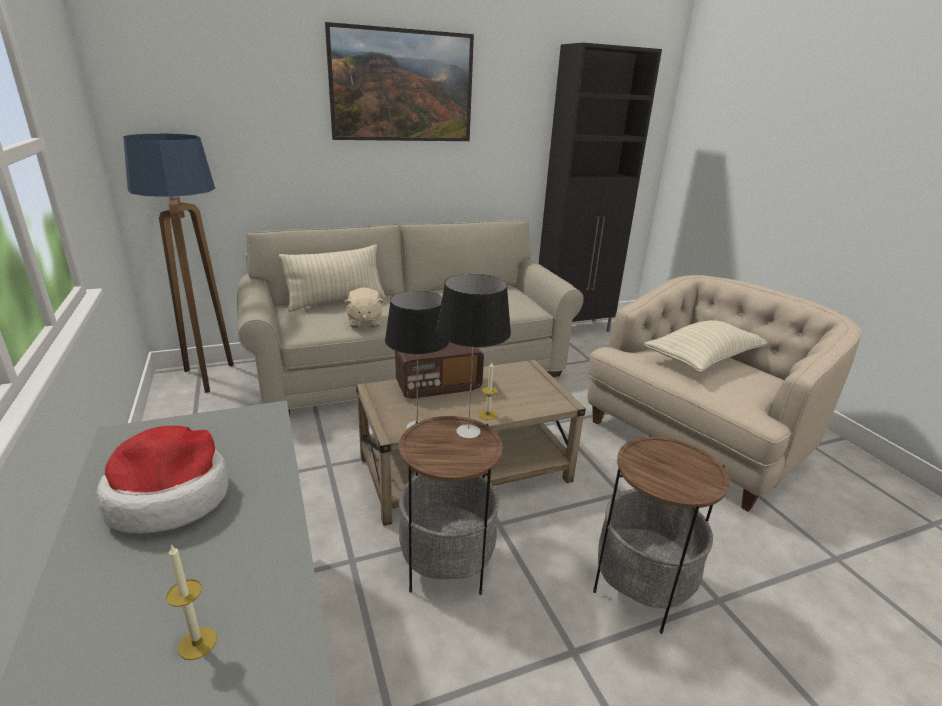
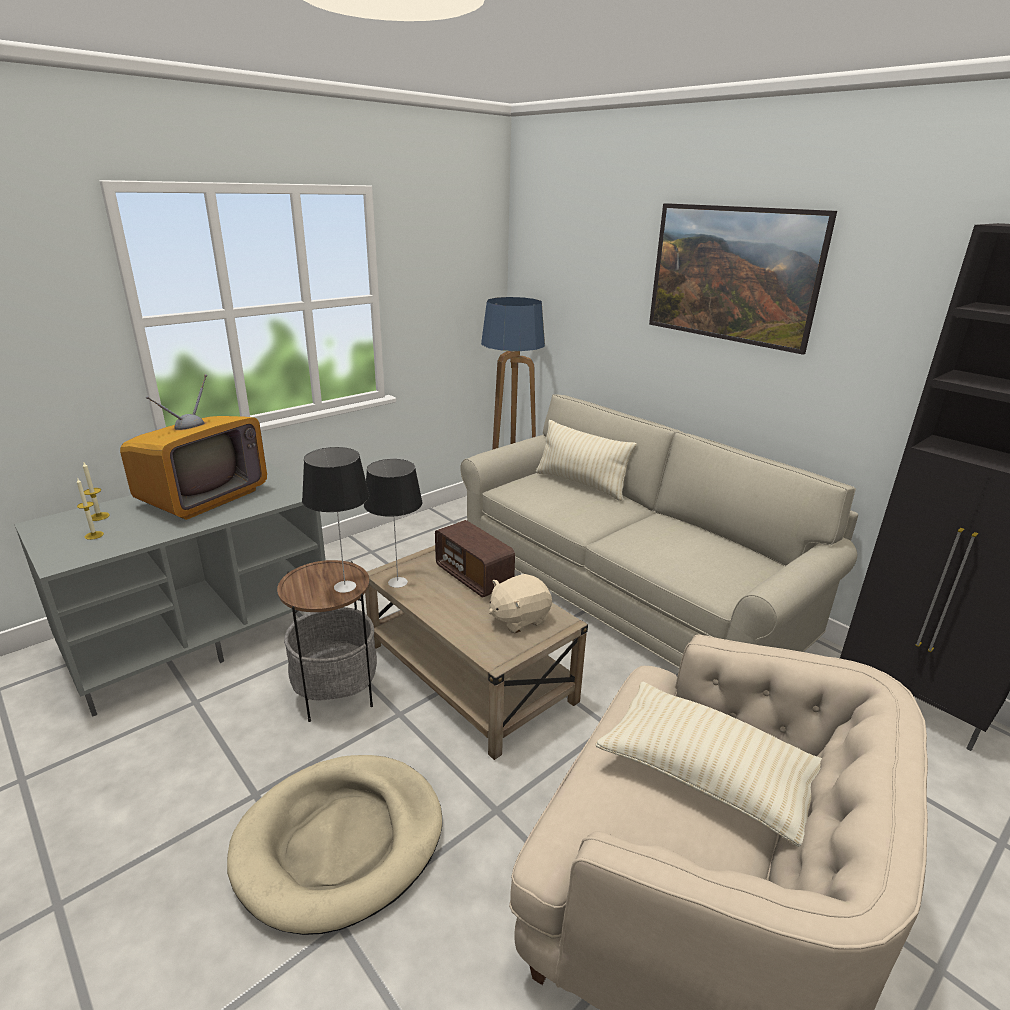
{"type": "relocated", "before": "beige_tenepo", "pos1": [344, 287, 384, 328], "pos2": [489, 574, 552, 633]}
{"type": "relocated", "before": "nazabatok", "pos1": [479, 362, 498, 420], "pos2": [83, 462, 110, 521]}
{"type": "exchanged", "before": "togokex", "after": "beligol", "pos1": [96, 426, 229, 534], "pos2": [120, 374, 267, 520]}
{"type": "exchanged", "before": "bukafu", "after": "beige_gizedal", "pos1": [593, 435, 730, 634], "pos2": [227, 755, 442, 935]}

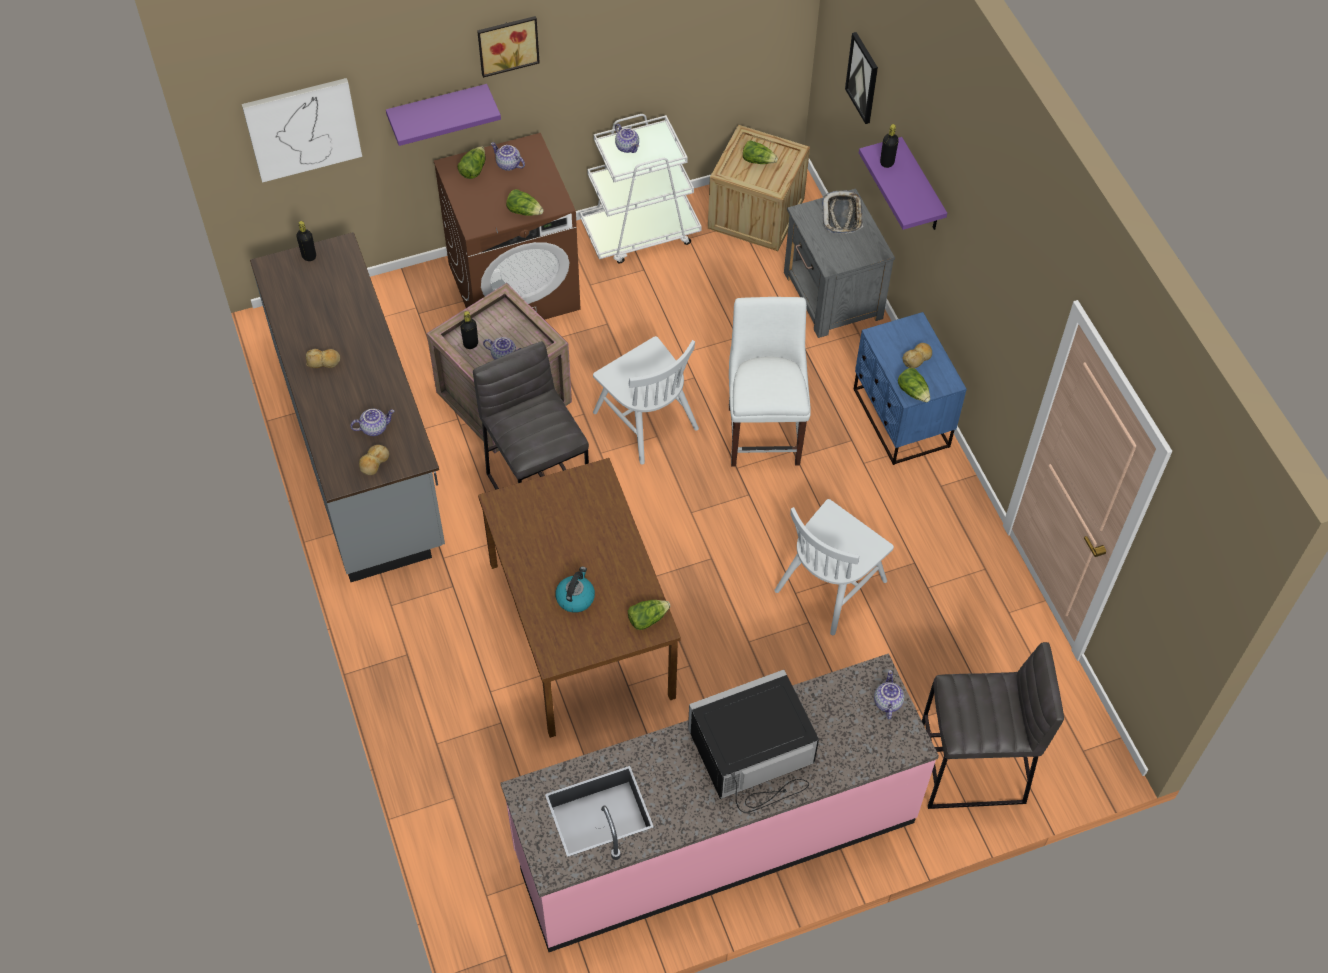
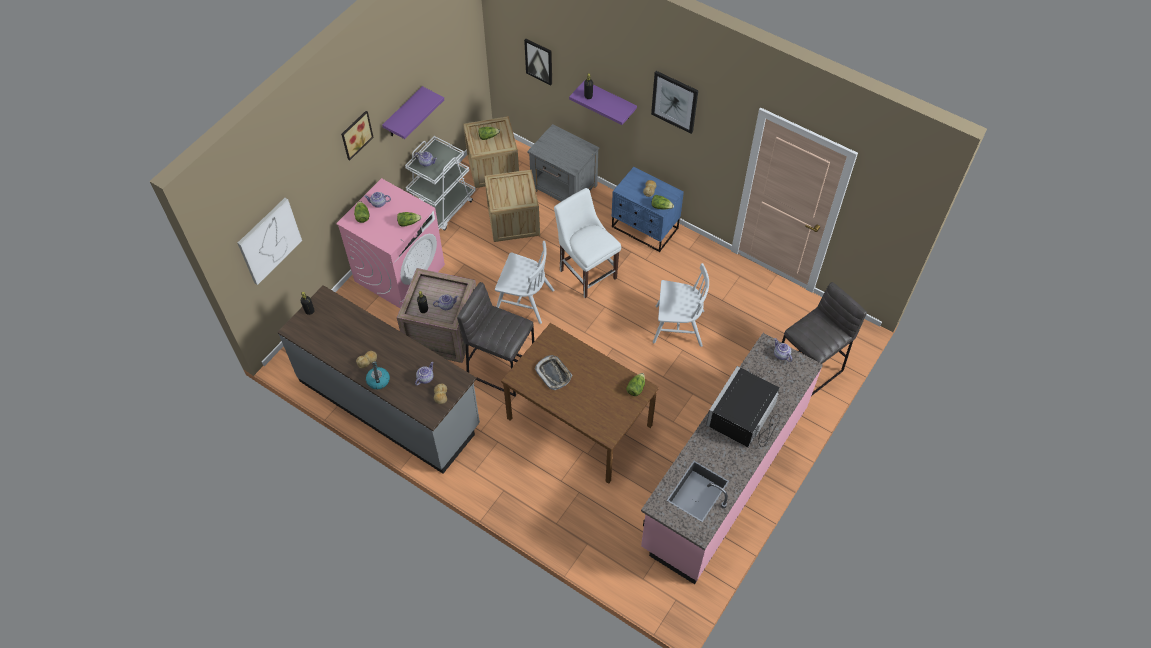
{"type": "appeared", "after": "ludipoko", "pos2": [484, 170, 540, 242]}
{"type": "appeared", "after": "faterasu", "pos2": [651, 71, 698, 134]}
{"type": "relocated", "before": "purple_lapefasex", "pos1": [386, 84, 501, 146], "pos2": [382, 86, 444, 139]}
{"type": "relocated", "before": "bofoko", "pos1": [555, 566, 595, 613], "pos2": [366, 361, 390, 389]}
{"type": "relocated", "before": "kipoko", "pos1": [822, 190, 863, 234], "pos2": [534, 355, 572, 390]}
{"type": "colour", "before": "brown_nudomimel", "after": "pink_nudomimel", "pos1": [434, 133, 581, 320], "pos2": [336, 178, 445, 308]}
{"type": "spun", "before": "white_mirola", "pos1": [774, 499, 894, 635], "pos2": [653, 263, 709, 347], "turn": -90}

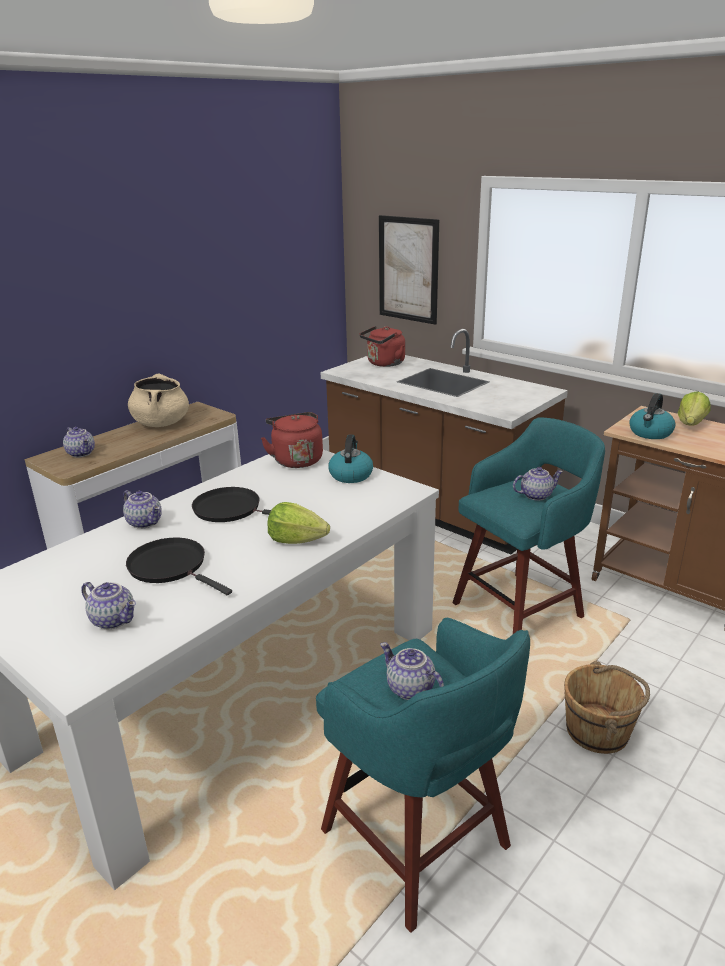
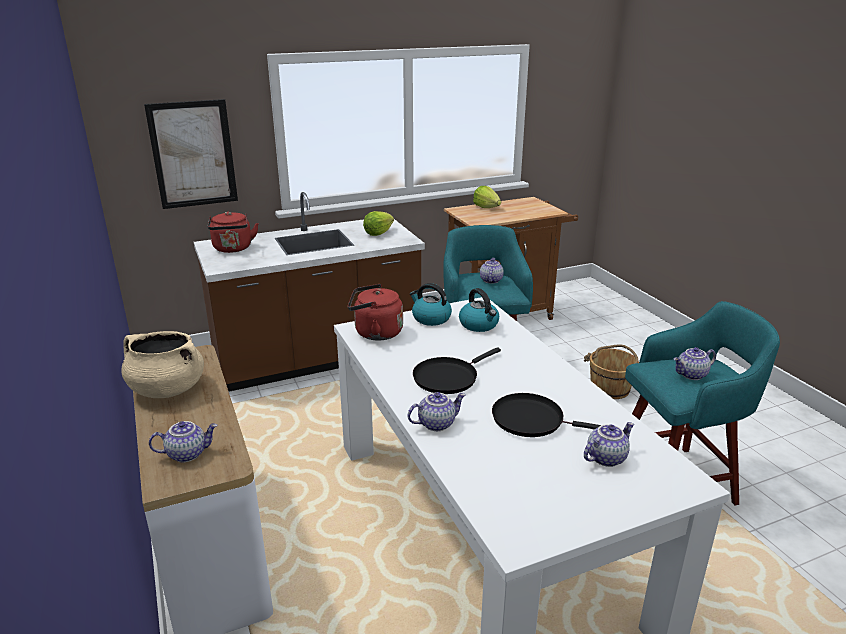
{"type": "relocated", "before": "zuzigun", "pos1": [267, 502, 330, 544], "pos2": [363, 211, 394, 236]}
{"type": "relocated", "before": "bofoko", "pos1": [629, 393, 676, 439], "pos2": [459, 288, 499, 332]}
{"type": "spun", "before": "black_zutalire", "pos1": [126, 538, 232, 595], "pos2": [492, 393, 601, 437], "turn": 45}

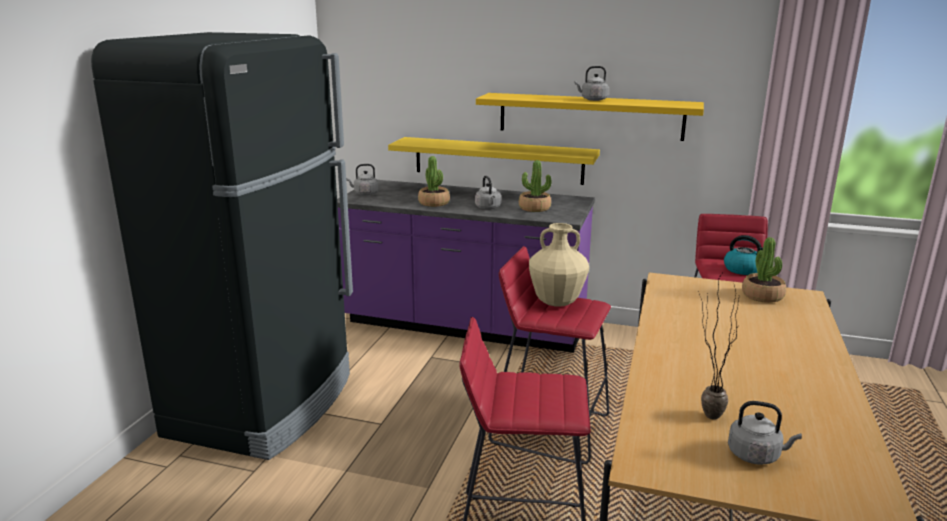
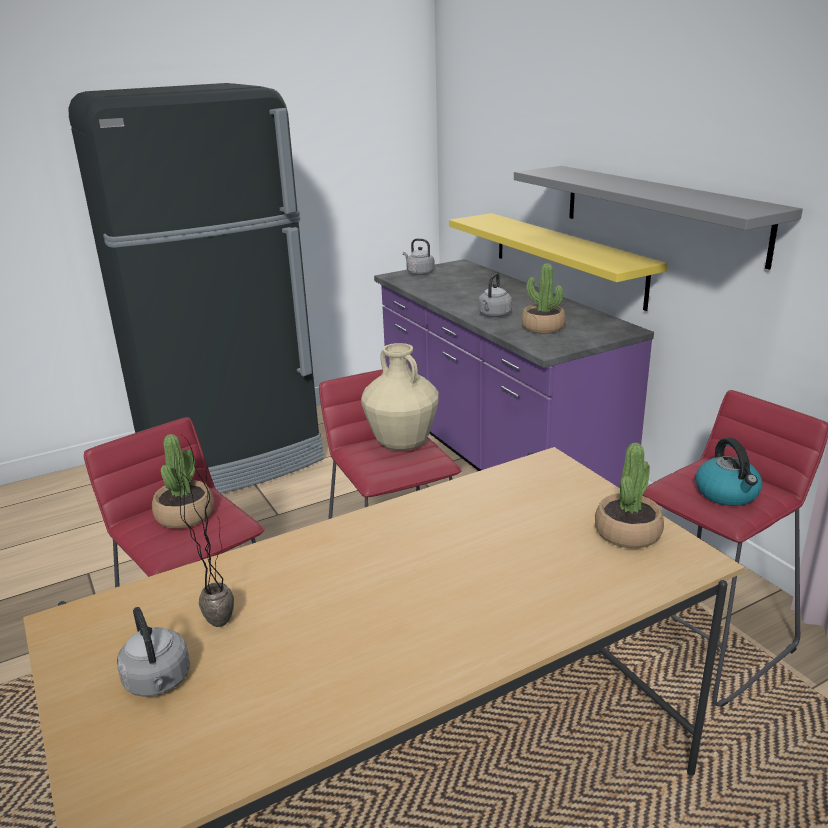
{"type": "missing", "before": "grey_bofoko", "pos1": [574, 66, 609, 101]}
{"type": "relocated", "before": "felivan", "pos1": [418, 156, 450, 207], "pos2": [152, 434, 214, 529]}
{"type": "colour", "before": "yellow_lapefasex", "after": "grey_lapefasex", "pos1": [476, 93, 704, 141], "pos2": [514, 166, 803, 270]}

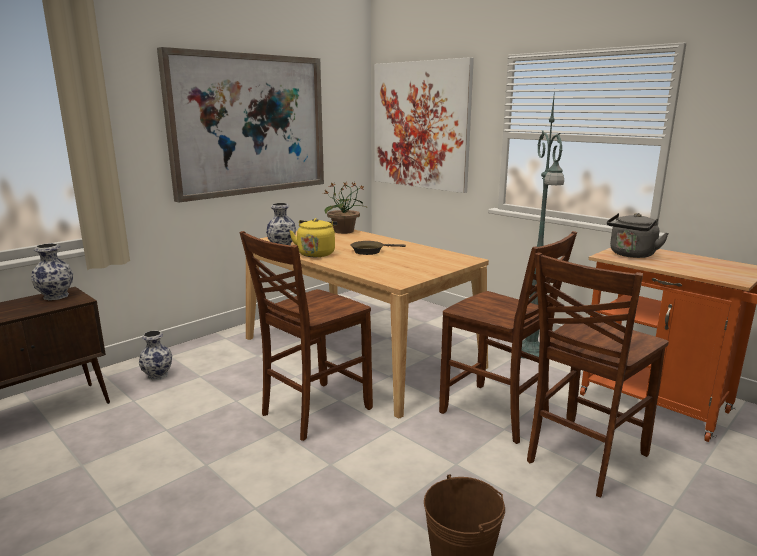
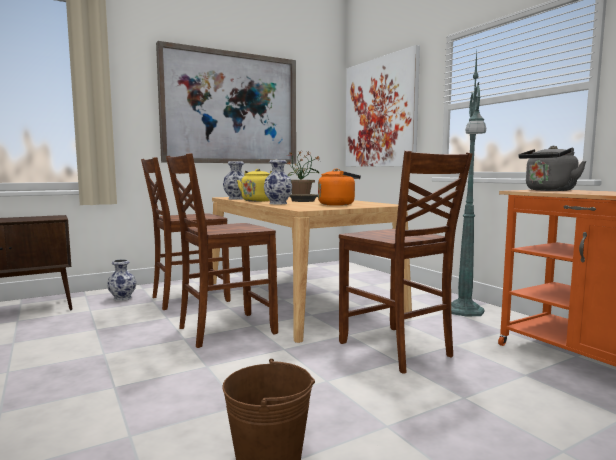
{"type": "appeared", "after": "orange_bofoko", "pos2": [318, 168, 361, 206]}
{"type": "relocated", "before": "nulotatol", "pos1": [31, 243, 73, 300], "pos2": [264, 160, 292, 204]}
{"type": "relocated", "before": "brown_mirola", "pos1": [527, 252, 669, 497], "pos2": [141, 157, 231, 310]}

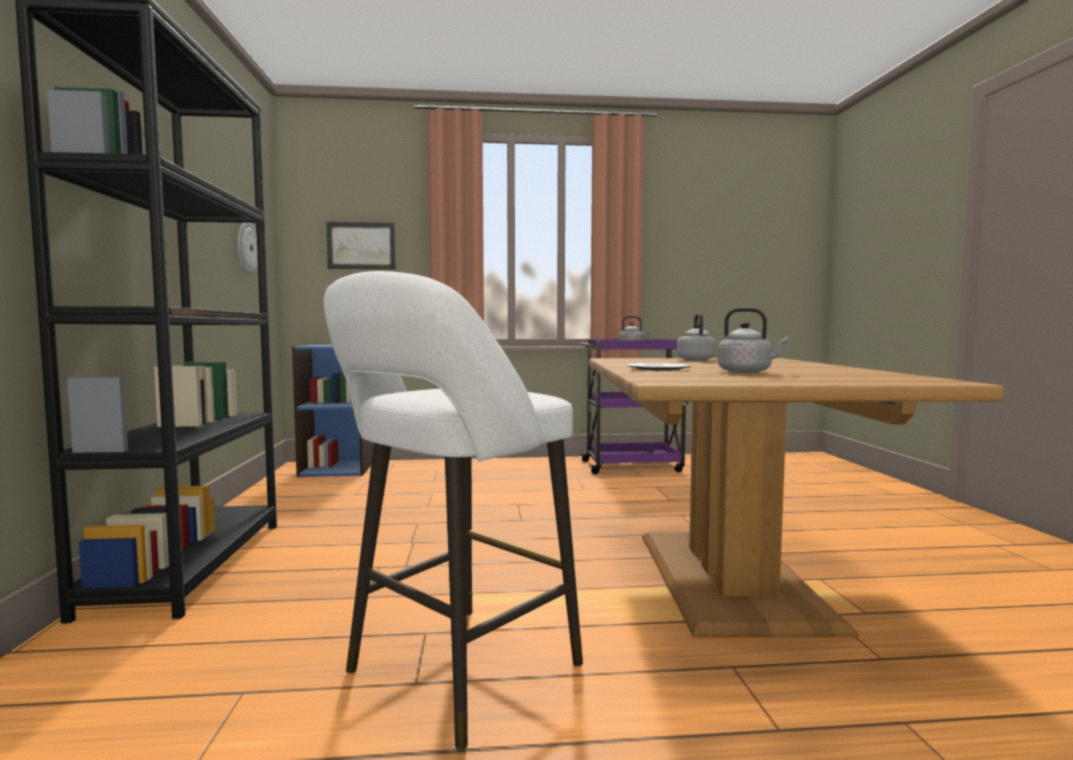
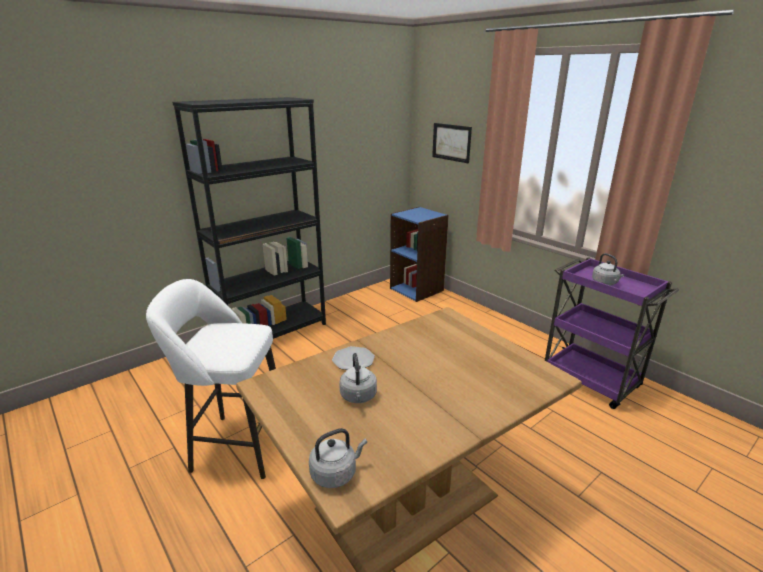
{"type": "missing", "before": "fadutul", "pos1": [238, 223, 258, 275]}
{"type": "relocated", "before": "grey_bofoko", "pos1": [677, 313, 716, 361], "pos2": [309, 428, 367, 488]}

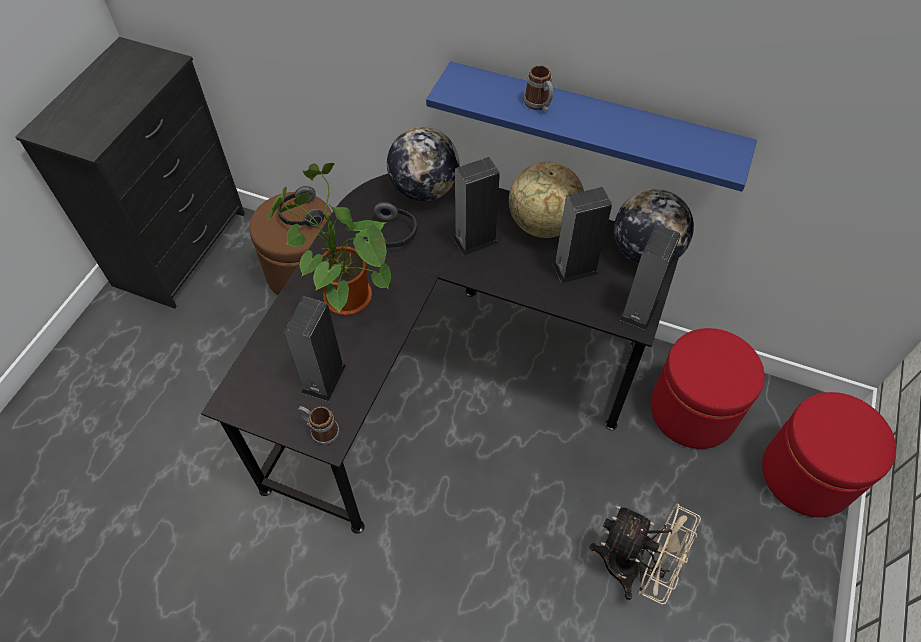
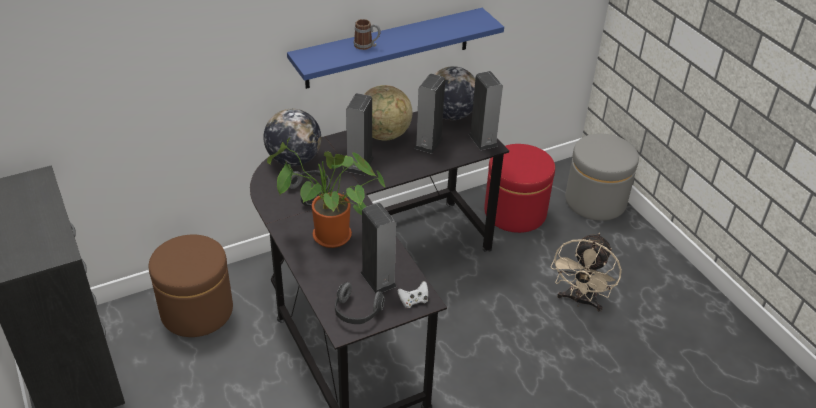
{"type": "relocated", "before": "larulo", "pos1": [277, 186, 324, 227], "pos2": [335, 282, 385, 324]}
{"type": "exchanged", "before": "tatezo", "after": "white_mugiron", "pos1": [297, 406, 340, 446], "pos2": [398, 281, 428, 308]}
{"type": "colour", "before": "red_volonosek", "after": "grey_volonosek", "pos1": [762, 392, 896, 517], "pos2": [565, 133, 639, 221]}
{"type": "spun", "before": "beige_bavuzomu", "pos1": [589, 503, 701, 605], "pos2": [551, 233, 622, 312], "turn": 135}

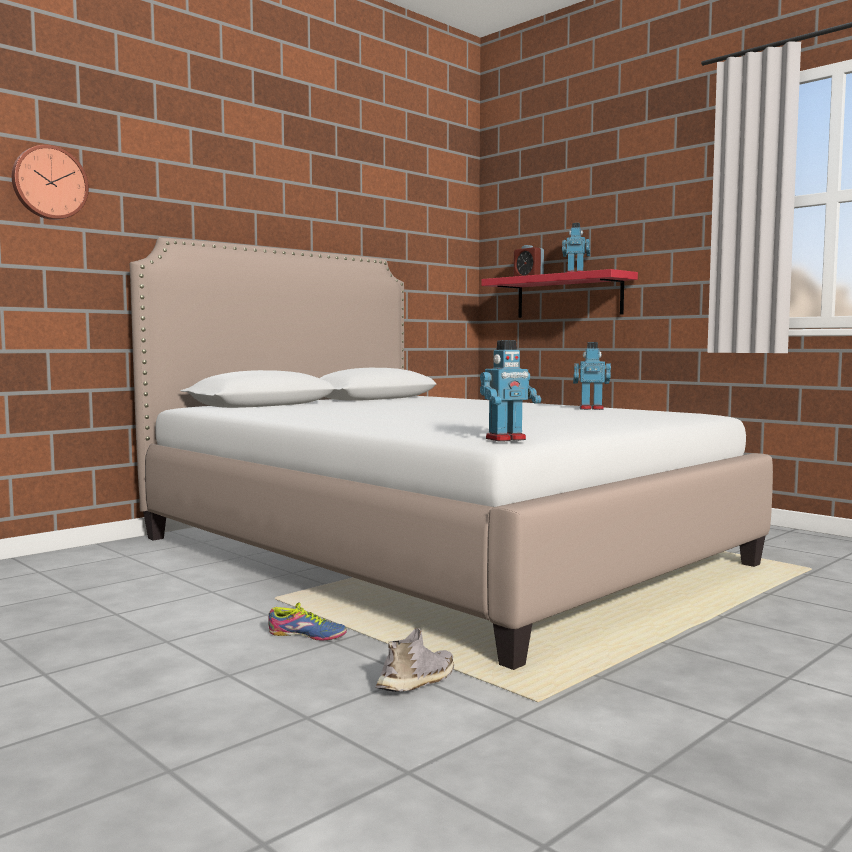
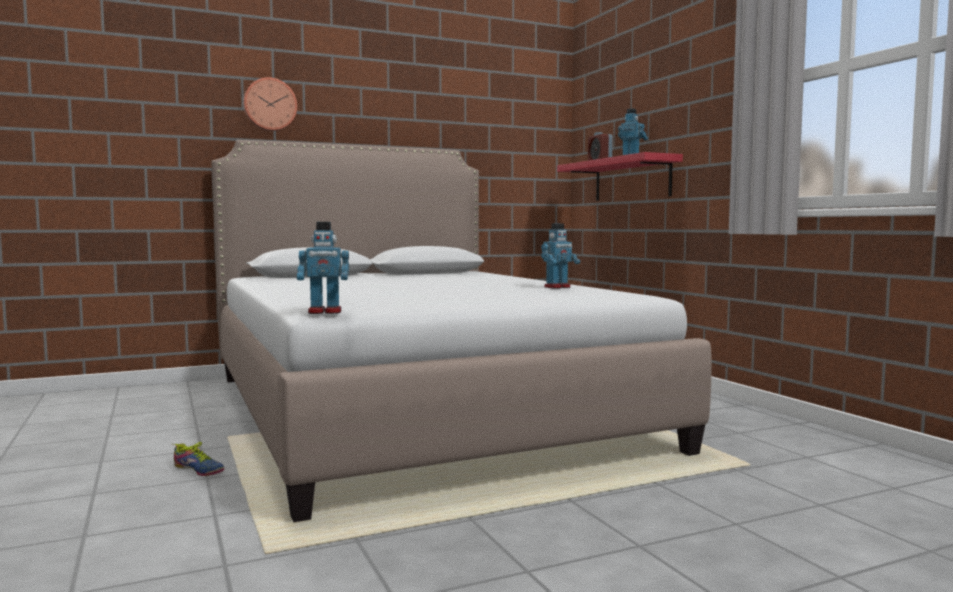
{"type": "missing", "before": "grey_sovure", "pos1": [375, 628, 454, 692]}
{"type": "relocated", "before": "fadutul", "pos1": [12, 145, 89, 220], "pos2": [243, 77, 297, 131]}
{"type": "spun", "before": "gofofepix", "pos1": [573, 342, 611, 410], "pos2": [541, 223, 580, 289], "turn": 120}

